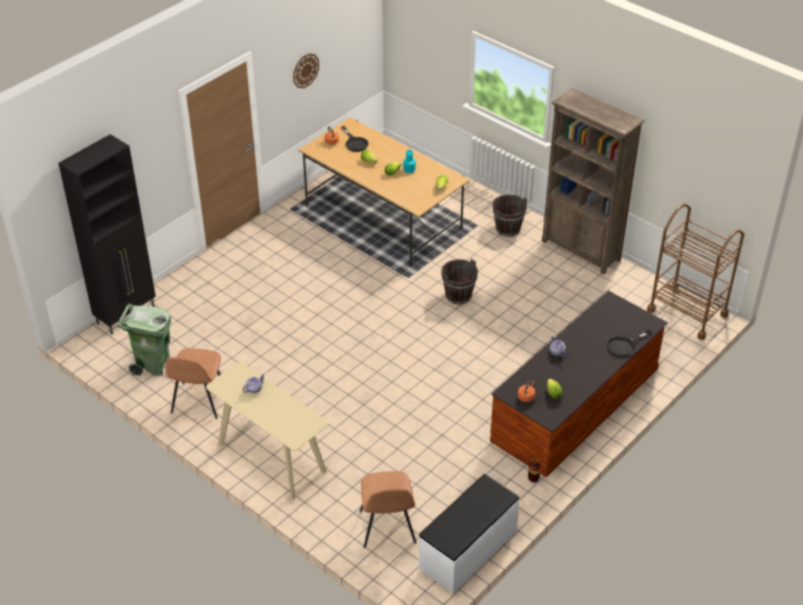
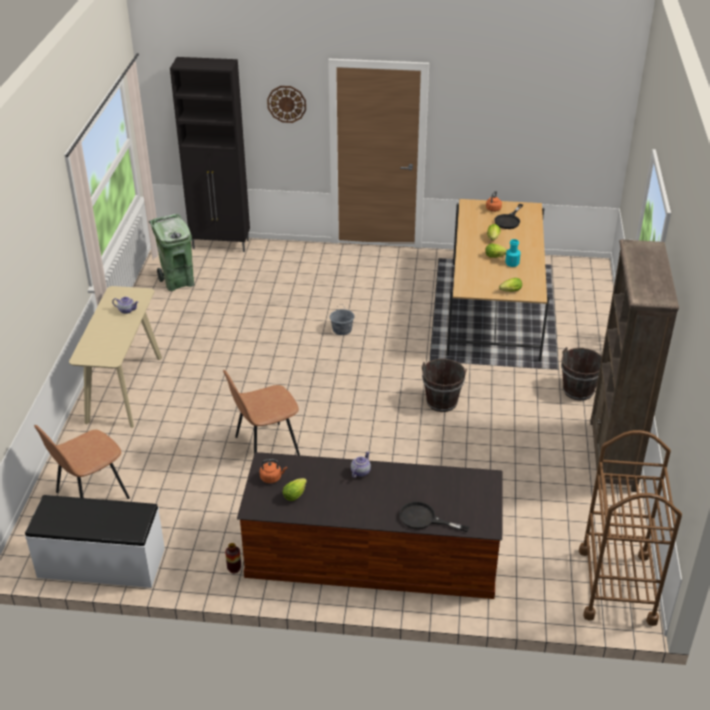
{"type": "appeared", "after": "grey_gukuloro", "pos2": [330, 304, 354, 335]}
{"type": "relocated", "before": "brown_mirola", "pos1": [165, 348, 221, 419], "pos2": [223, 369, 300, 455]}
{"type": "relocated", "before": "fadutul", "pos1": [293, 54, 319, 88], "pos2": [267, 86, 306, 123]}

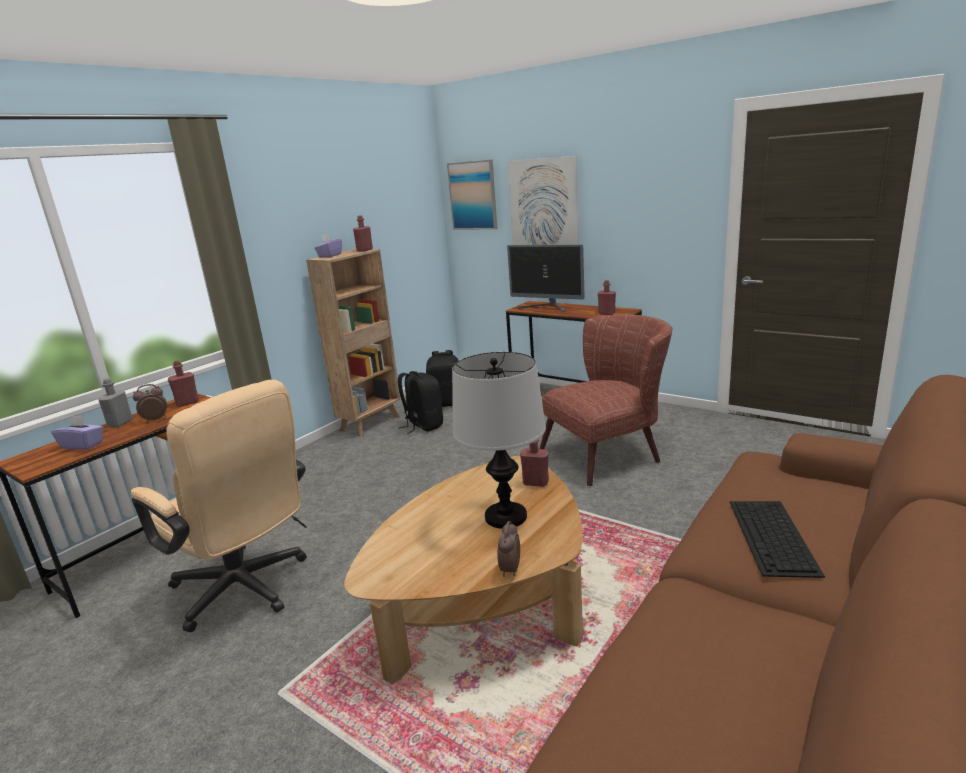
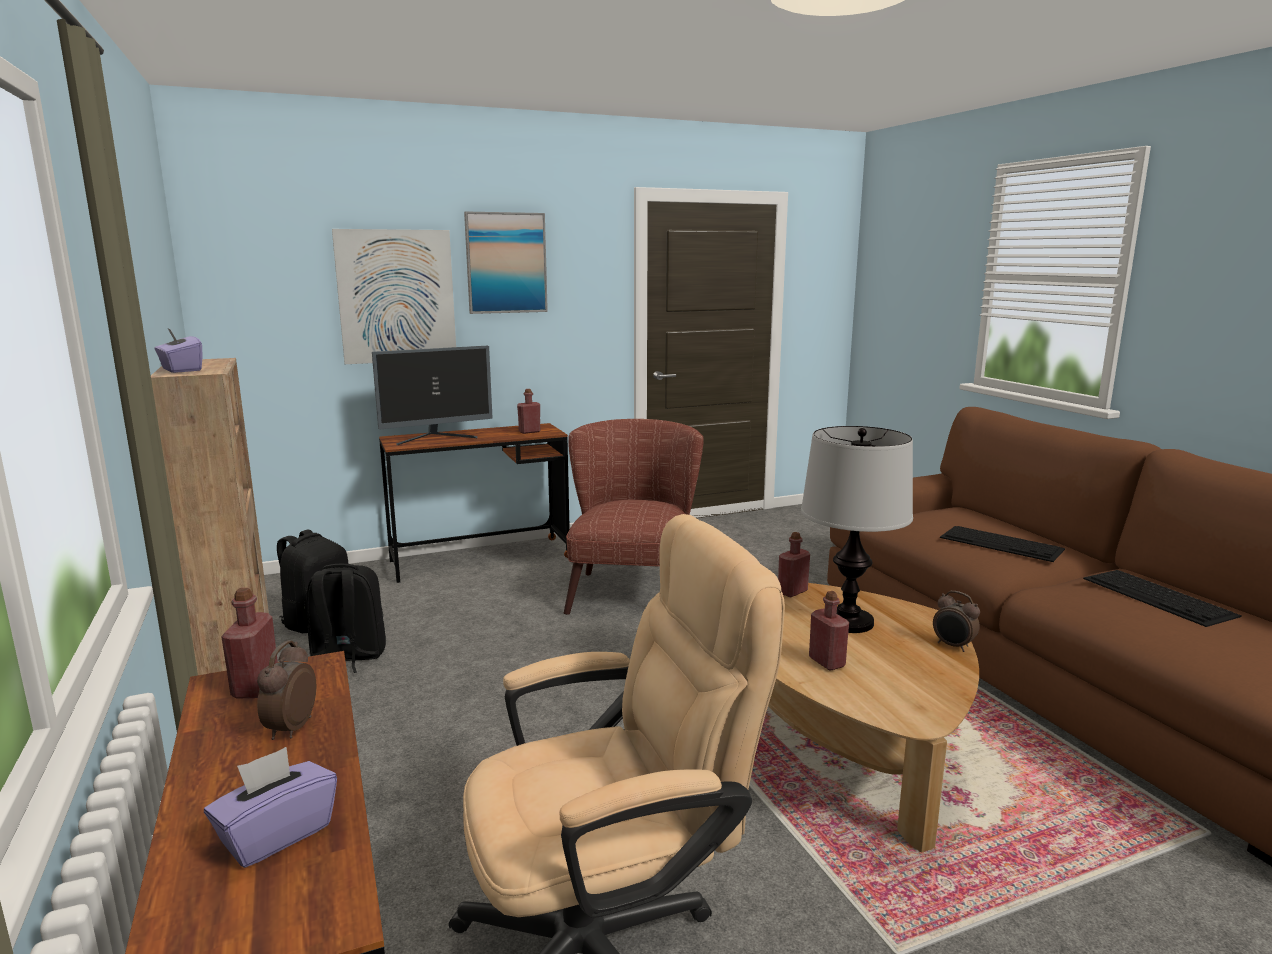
{"type": "missing", "before": "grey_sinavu", "pos1": [98, 378, 132, 427]}
{"type": "appeared", "after": "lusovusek", "pos2": [1083, 570, 1242, 627]}
{"type": "relocated", "before": "red_sinavu", "pos1": [353, 215, 373, 252], "pos2": [809, 591, 849, 670]}
{"type": "relocated", "before": "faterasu", "pos1": [447, 160, 497, 230], "pos2": [464, 211, 548, 314]}

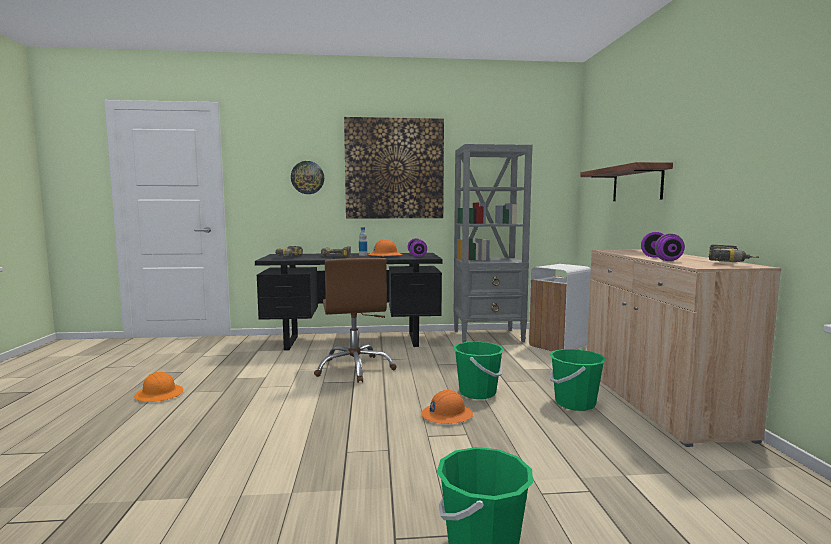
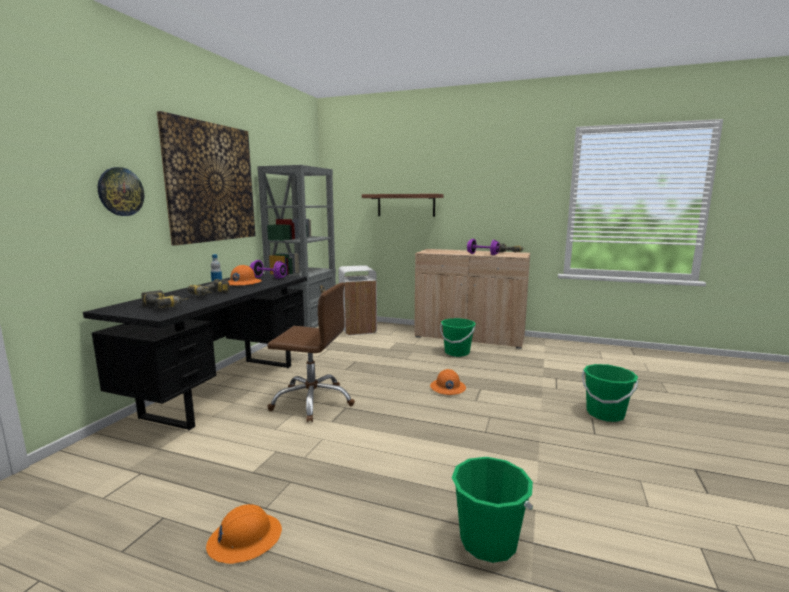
{"type": "relocated", "before": "green_gukuloro", "pos1": [453, 342, 504, 399], "pos2": [452, 457, 533, 563]}

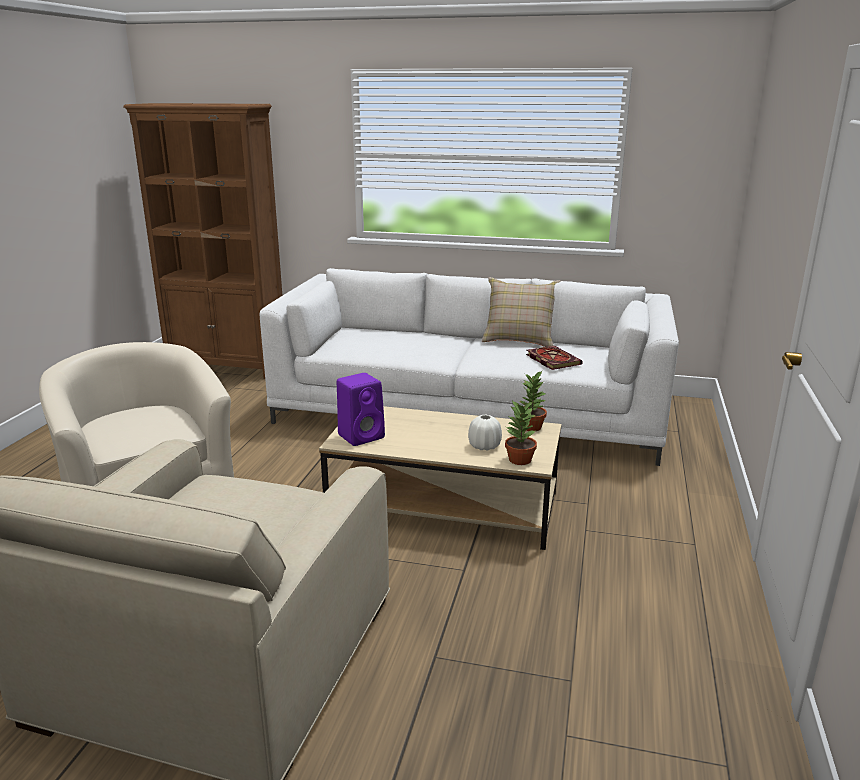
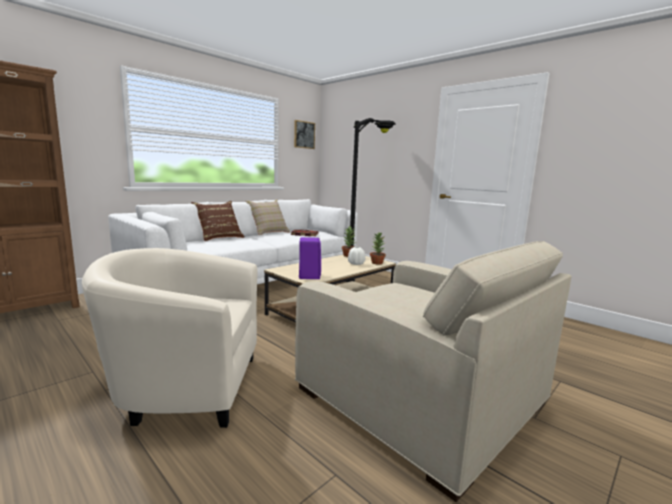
{"type": "appeared", "after": "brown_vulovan", "pos2": [191, 201, 245, 241]}
{"type": "appeared", "after": "faterasu", "pos2": [294, 120, 315, 149]}
{"type": "appeared", "after": "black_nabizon", "pos2": [345, 118, 396, 282]}

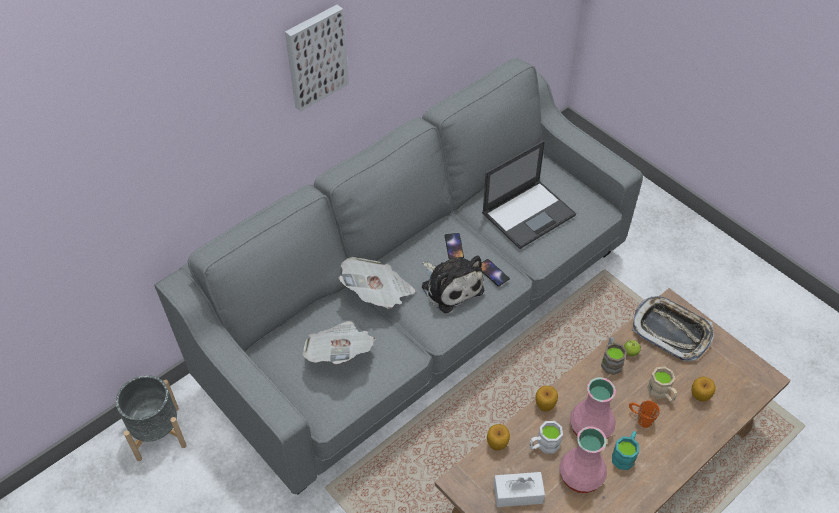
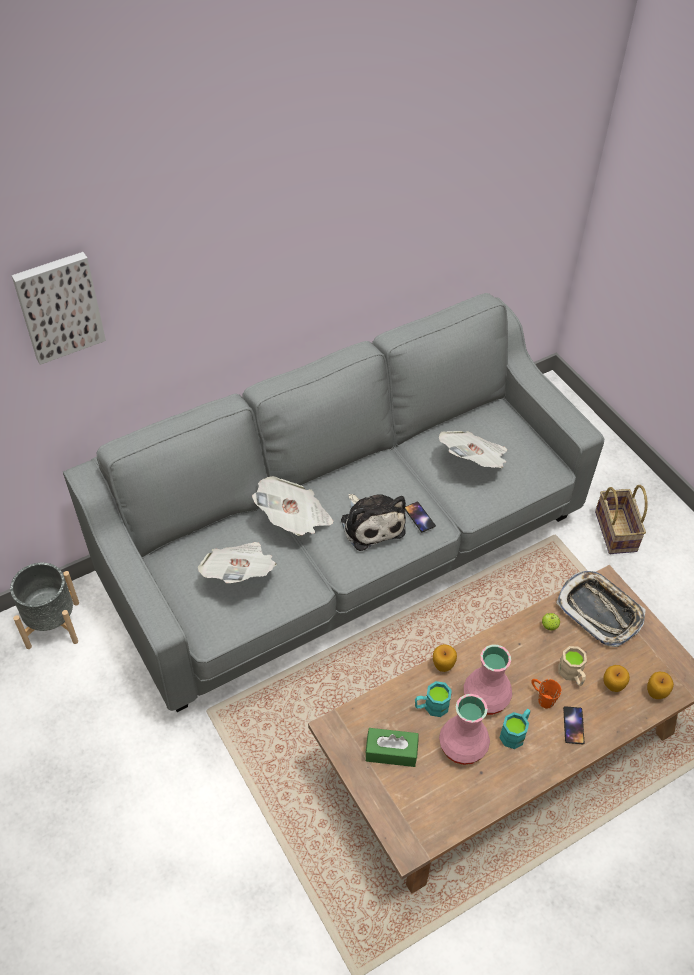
{"type": "missing", "before": "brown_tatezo", "pos1": [601, 337, 627, 375]}
{"type": "appeared", "after": "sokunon", "pos2": [595, 485, 648, 554]}
{"type": "relocated", "before": "faterasu", "pos1": [285, 5, 349, 112], "pos2": [12, 252, 106, 365]}
{"type": "relocated", "before": "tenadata", "pos1": [445, 233, 464, 259], "pos2": [563, 706, 585, 744]}
{"type": "relocated", "before": "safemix", "pos1": [487, 424, 510, 451], "pos2": [647, 672, 674, 699]}
{"type": "exchanged", "before": "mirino", "after": "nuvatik", "pos1": [482, 140, 576, 249], "pos2": [439, 431, 507, 468]}
{"type": "colour", "before": "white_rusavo", "after": "green_rusavo", "pos1": [494, 472, 545, 507], "pos2": [365, 728, 419, 767]}
{"type": "colour", "before": "white_tatezo", "after": "turquoise_tatezo", "pos1": [530, 421, 563, 454], "pos2": [415, 681, 452, 717]}

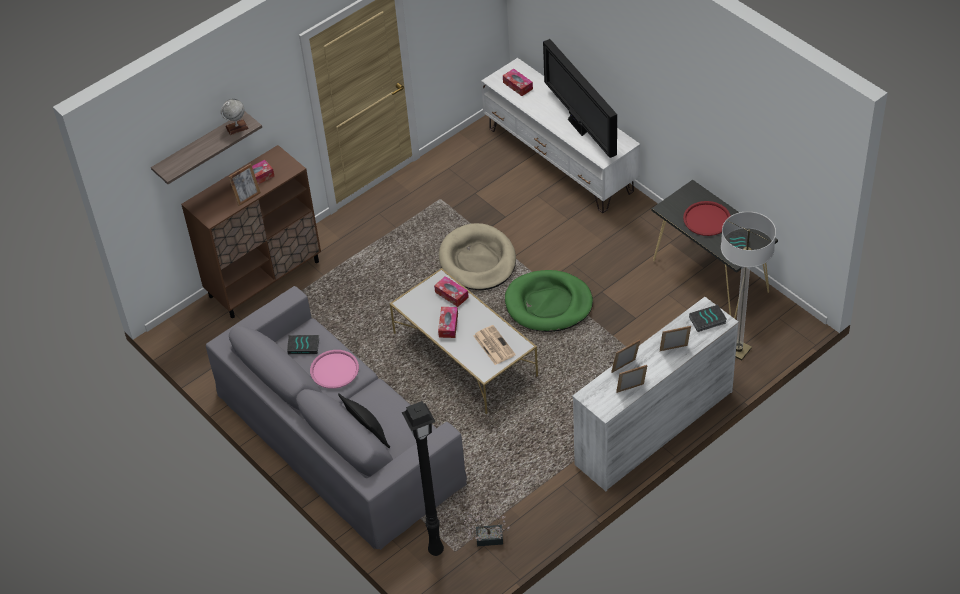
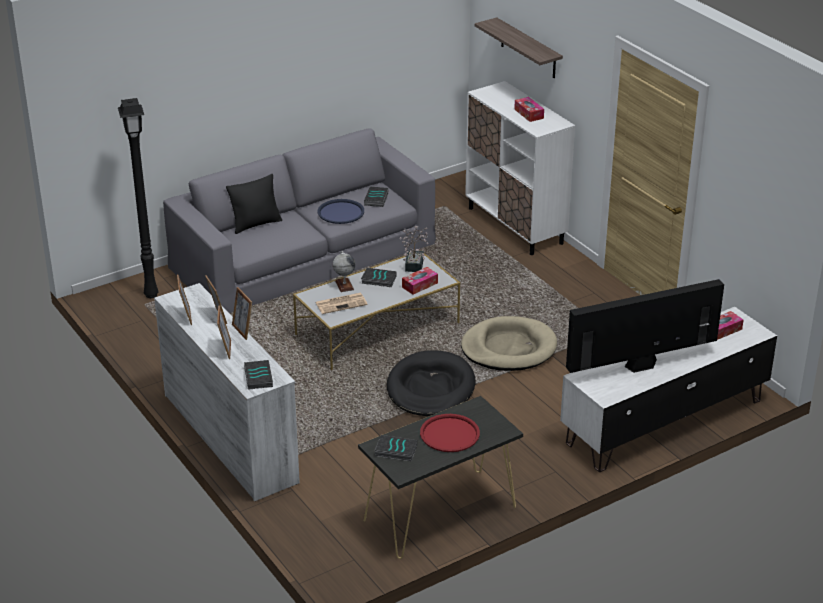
{"type": "missing", "before": "nabizon", "pos1": [721, 211, 776, 360]}
{"type": "relocated", "before": "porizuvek", "pos1": [221, 99, 249, 135], "pos2": [333, 251, 355, 292]}
{"type": "relocated", "before": "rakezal", "pos1": [229, 163, 261, 206], "pos2": [232, 287, 252, 340]}
{"type": "relocated", "before": "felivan", "pos1": [463, 510, 510, 546], "pos2": [400, 226, 429, 272]}
{"type": "exchanged", "before": "rusavo", "after": "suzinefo", "pos1": [438, 307, 458, 338], "pos2": [361, 268, 396, 287]}
{"type": "colour", "before": "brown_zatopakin", "after": "white_zatopakin", "pos1": [181, 145, 321, 318], "pos2": [465, 81, 575, 255]}
{"type": "colour", "before": "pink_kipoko", "after": "blue_kipoko", "pos1": [310, 350, 359, 389], "pos2": [318, 199, 364, 224]}
{"type": "colour", "before": "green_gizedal", "after": "black_gizedal", "pos1": [505, 270, 593, 332], "pos2": [387, 350, 475, 416]}

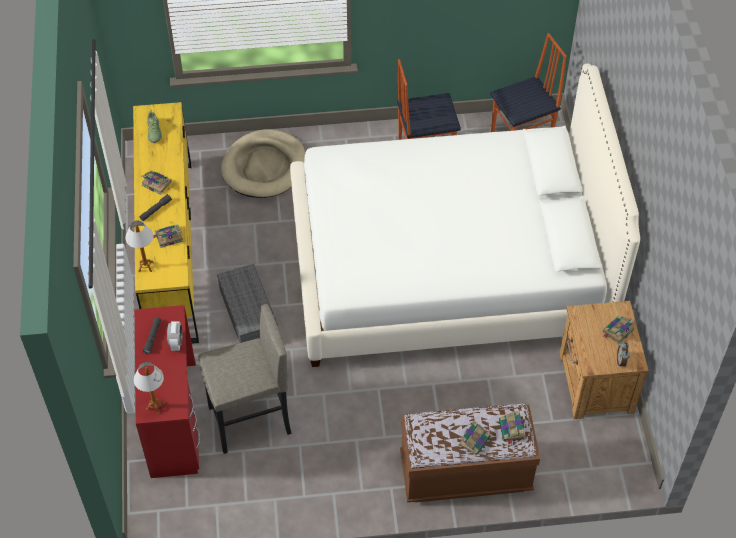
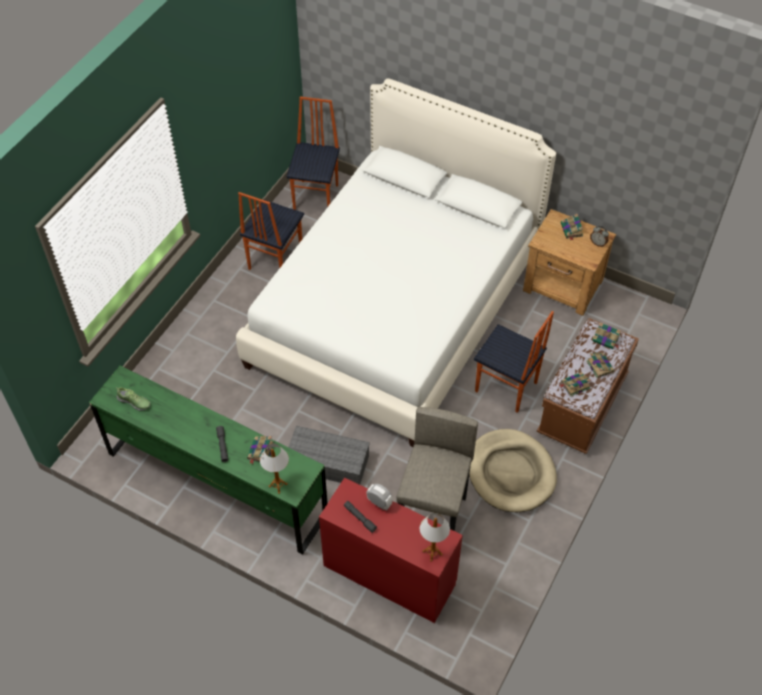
{"type": "appeared", "after": "mirola", "pos2": [474, 311, 554, 413]}
{"type": "relocated", "before": "suzinefo", "pos1": [141, 170, 172, 195], "pos2": [559, 372, 591, 397]}
{"type": "relocated", "before": "beige_gizedal", "pos1": [221, 129, 305, 198], "pos2": [469, 429, 557, 512]}
{"type": "colour", "before": "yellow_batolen", "after": "green_batolen", "pos1": [133, 102, 199, 344], "pos2": [89, 365, 328, 555]}

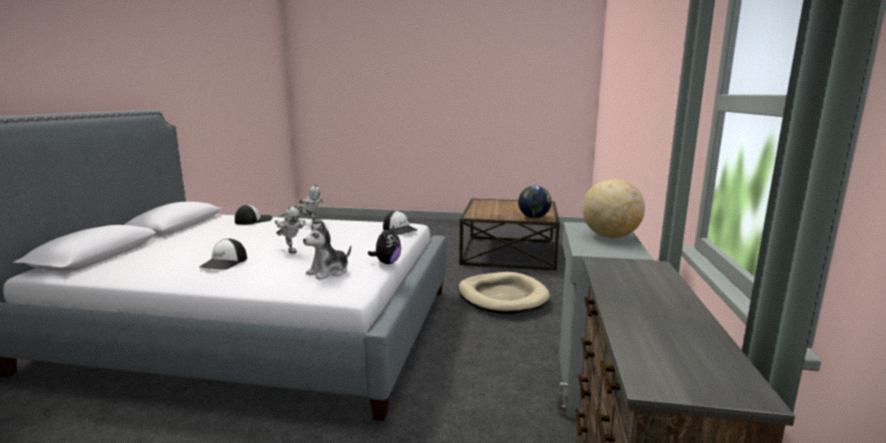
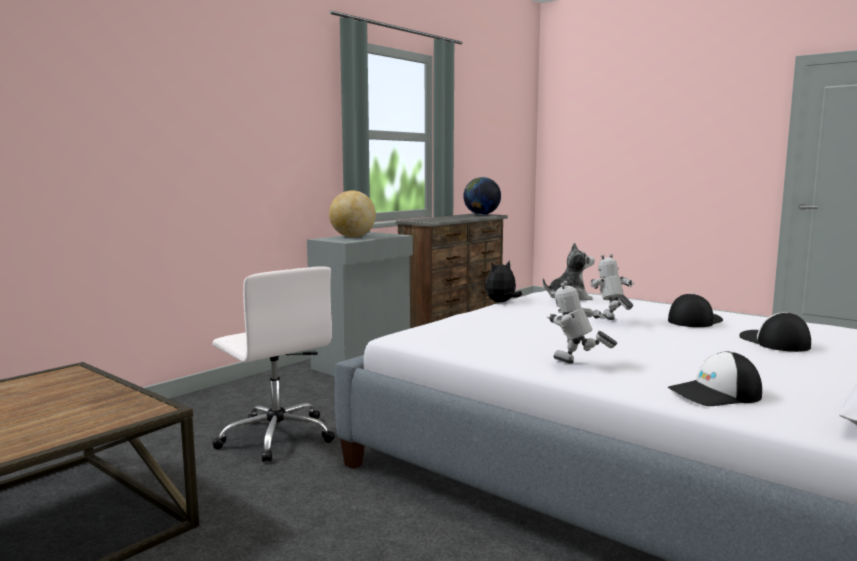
{"type": "relocated", "before": "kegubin", "pos1": [383, 211, 417, 235], "pos2": [739, 312, 811, 352]}
{"type": "relocated", "before": "porizuvek", "pos1": [518, 186, 552, 218], "pos2": [463, 177, 501, 215]}
{"type": "exchanged", "before": "beige_gizedal", "after": "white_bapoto", "pos1": [458, 272, 550, 314], "pos2": [212, 267, 335, 462]}

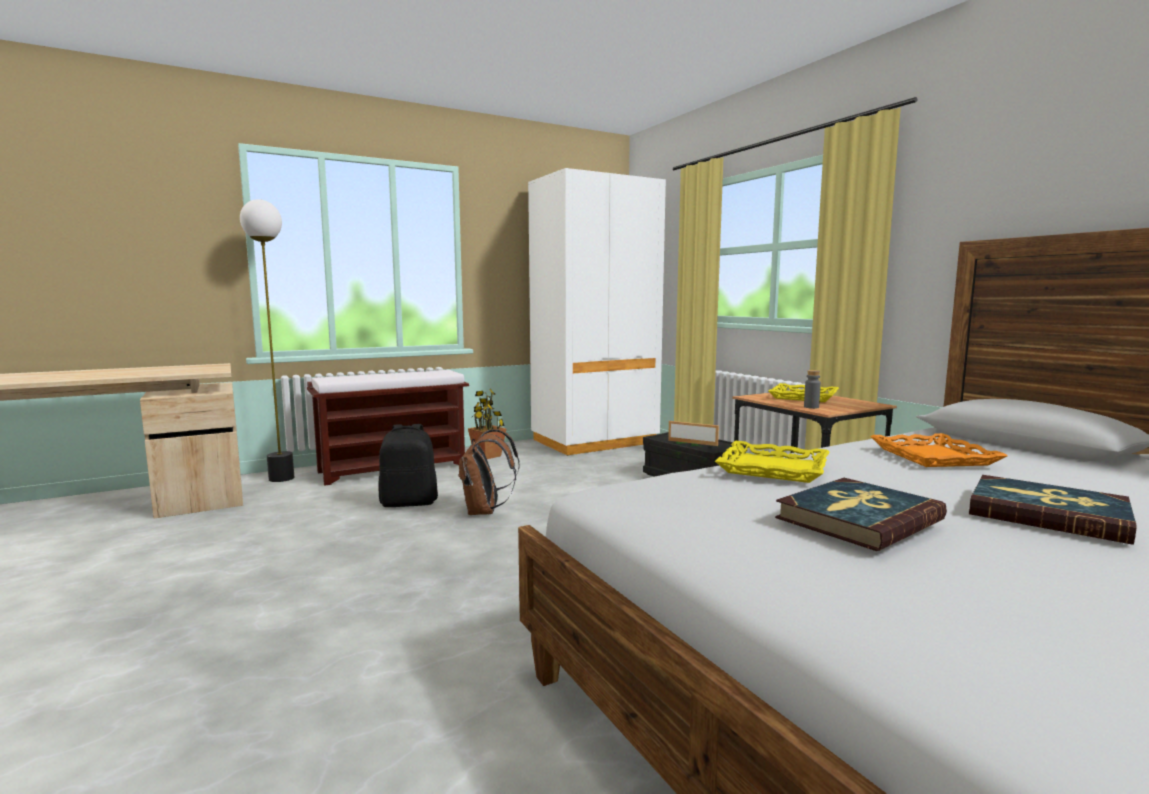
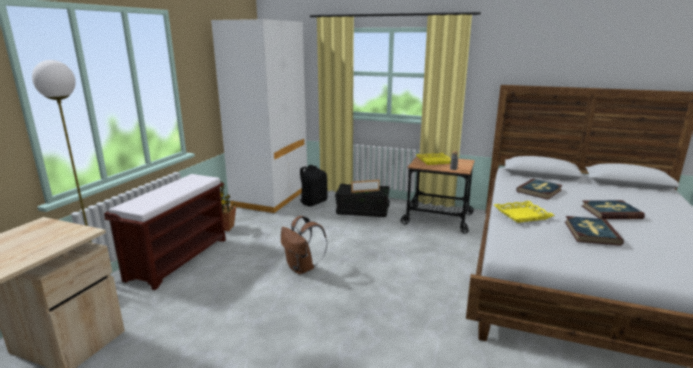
{"type": "relocated", "before": "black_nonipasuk", "pos1": [379, 424, 438, 507], "pos2": [298, 165, 328, 206]}
{"type": "exchanged", "before": "orange_kipoko", "after": "suzinefo", "pos1": [870, 433, 1008, 467], "pos2": [516, 179, 563, 200]}

